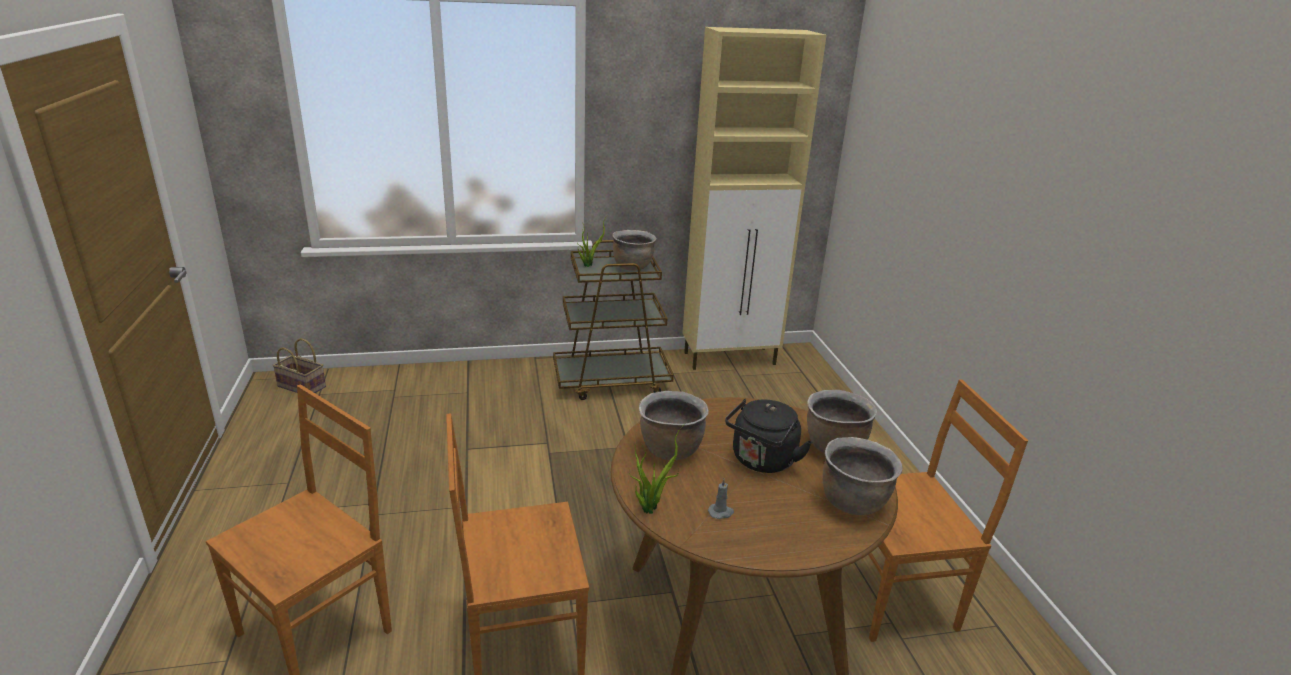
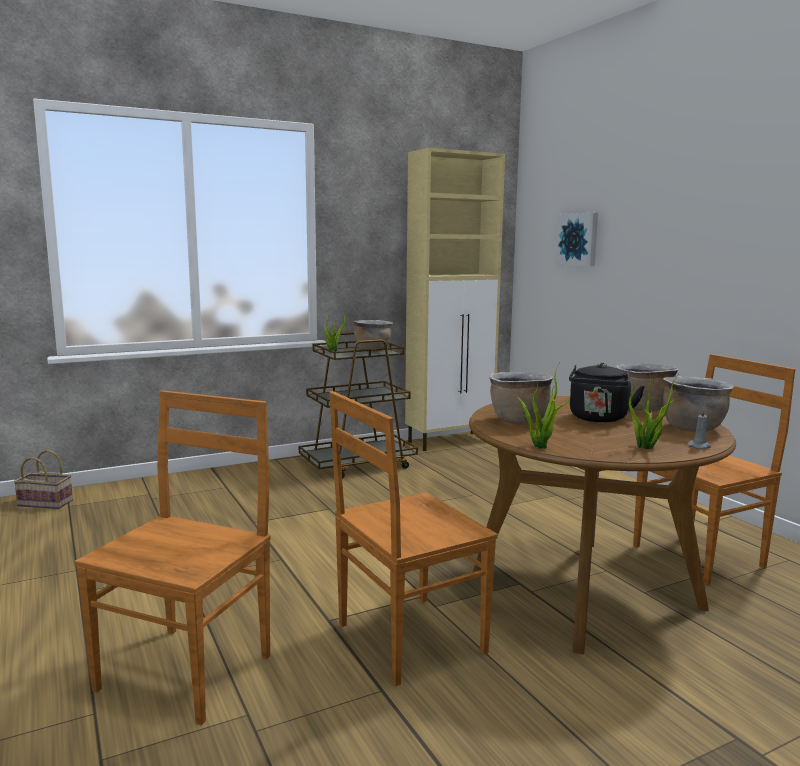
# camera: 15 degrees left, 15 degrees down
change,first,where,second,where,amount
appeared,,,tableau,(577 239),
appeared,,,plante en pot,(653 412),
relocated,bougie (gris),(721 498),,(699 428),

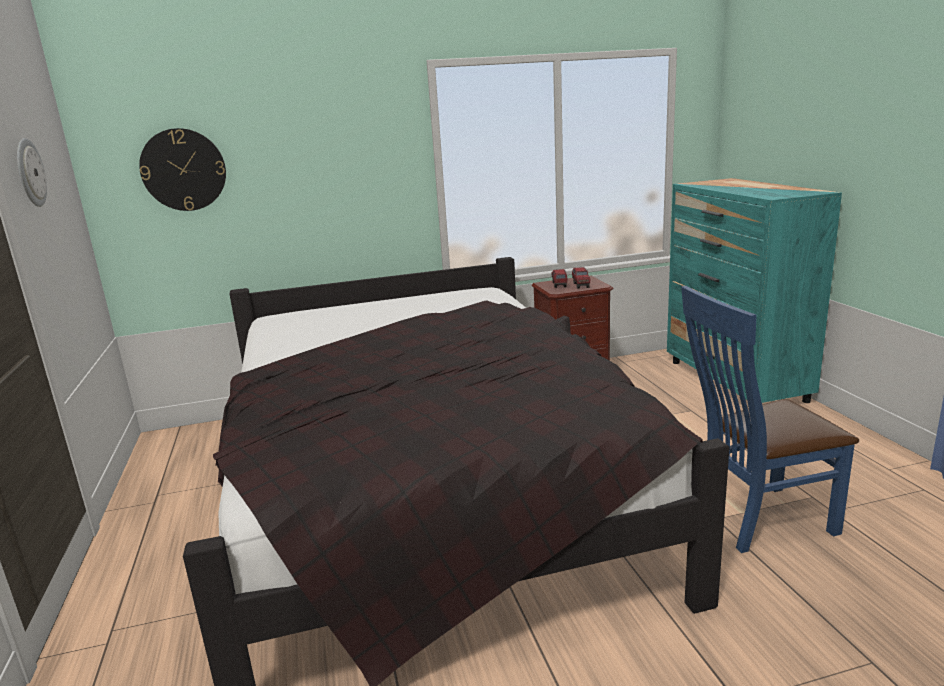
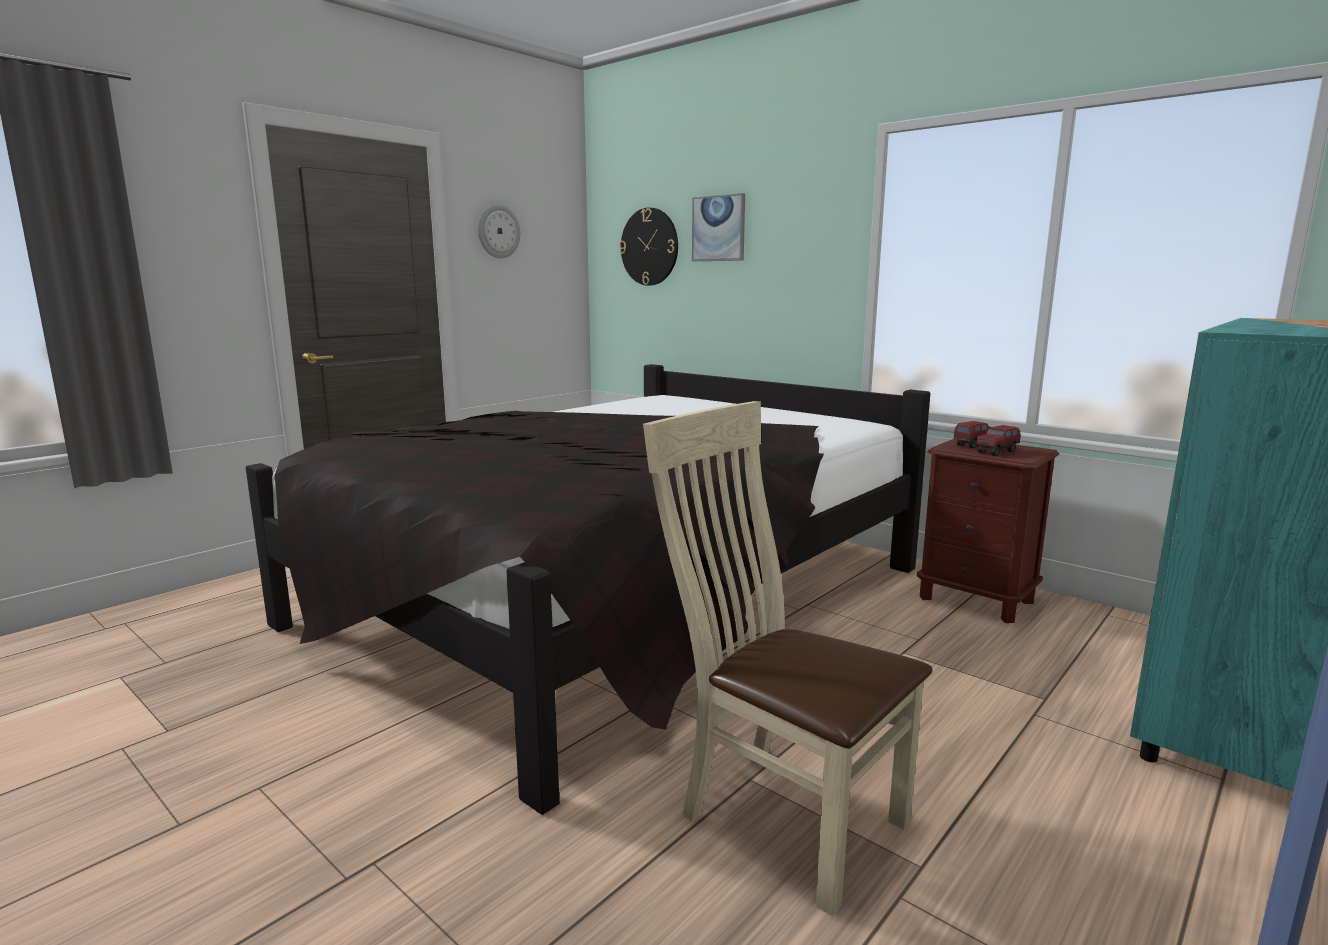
# camera: 55 degrees right, 5 degrees down
change,first,where,second,where,amount
colour,chaise (bleu),(770 419),chaise (beige),(788 659),
appeared,,,tableau,(718 227),

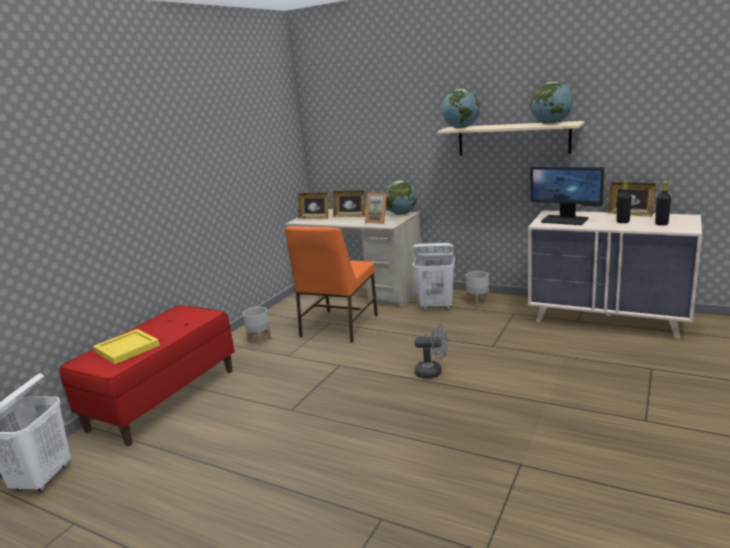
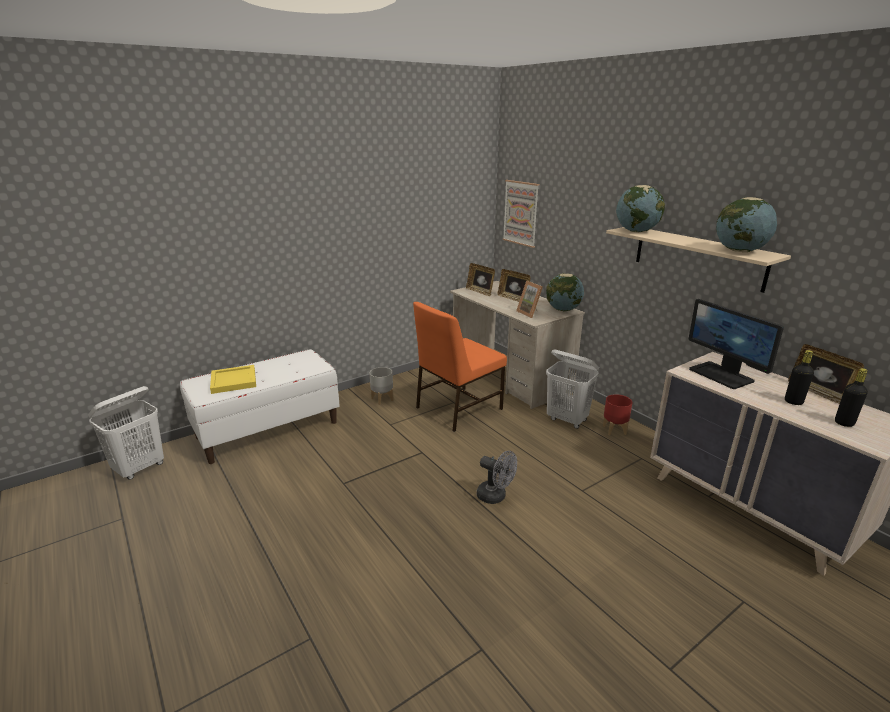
# camera: 25 degrees right, 5 degrees up
change,first,where,second,where,amount
colour,banc (rouge),(147 375),banc (blanc),(260 406),
appeared,,,tableau,(521 214),
colour,cache-pot (gris),(477 289),cache-pot (rouge),(618 414),

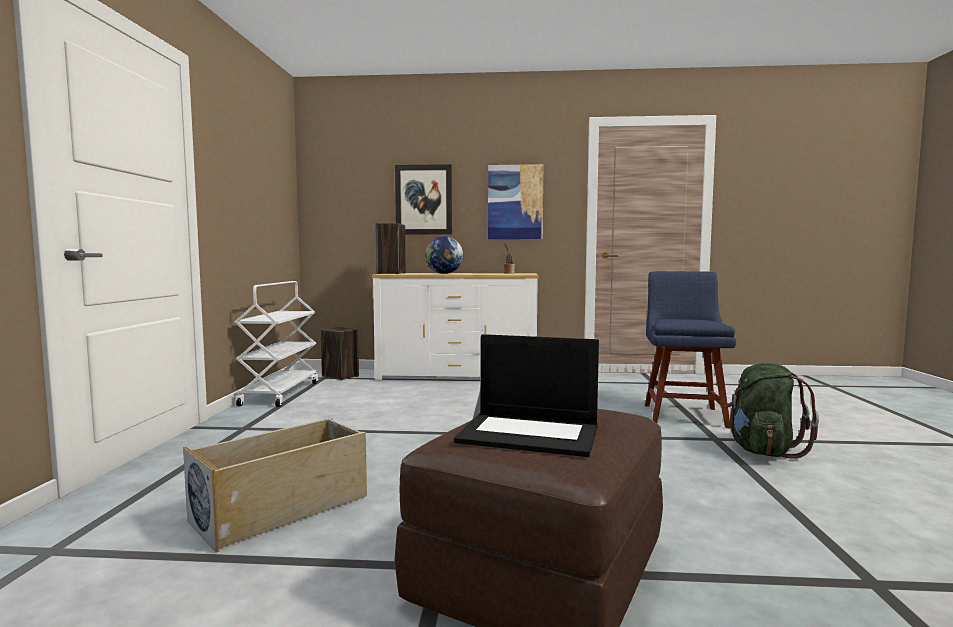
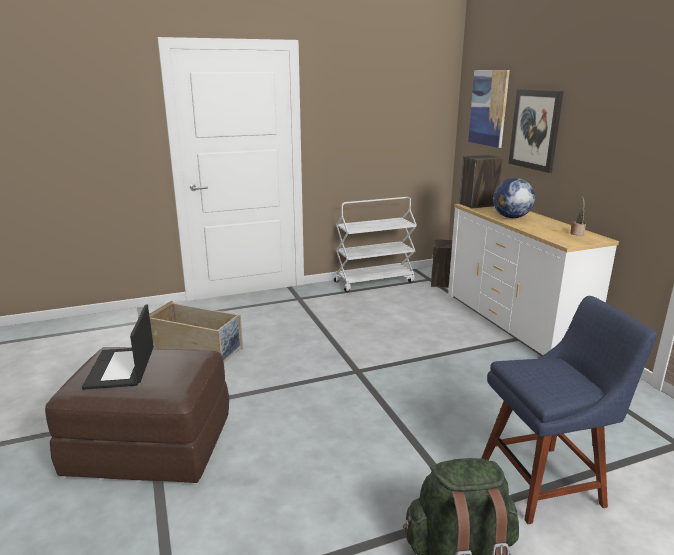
# camera: 65 degrees right, 15 degrees up
change,first,where,second,where,amount
relocated,tableau,(515 201),,(489 109),

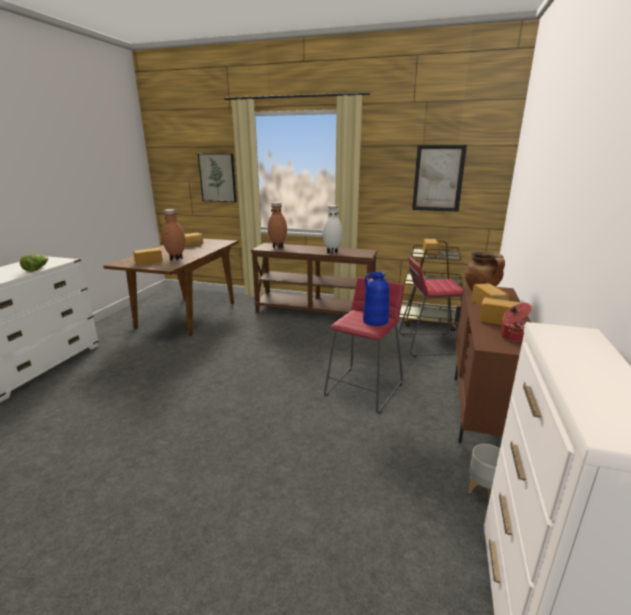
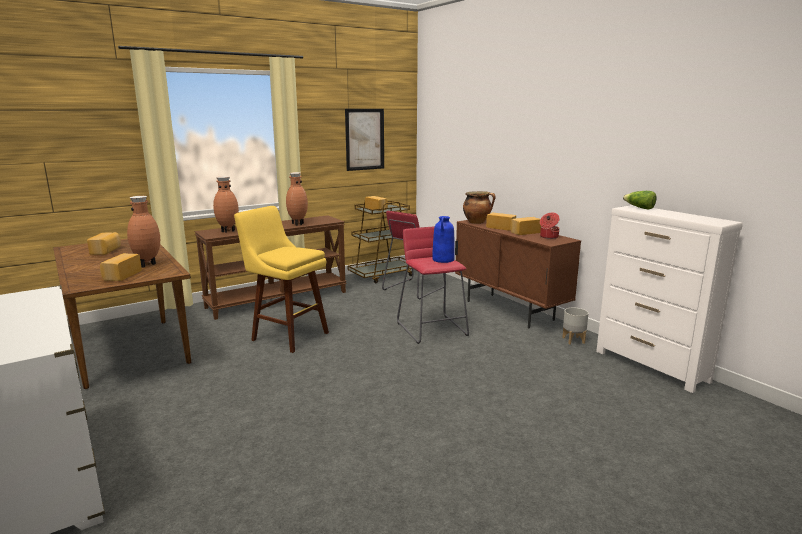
# camera: 50 degrees left, 5 degrees down
change,first,where,second,where,amount
appeared,,,tabouret (jaune),(281 279),
colour,vase (blanc),(332 229),vase (marron),(297 199),
relocated,laitue,(34 263),,(640 200),
missing,tableau,(217 178),,,

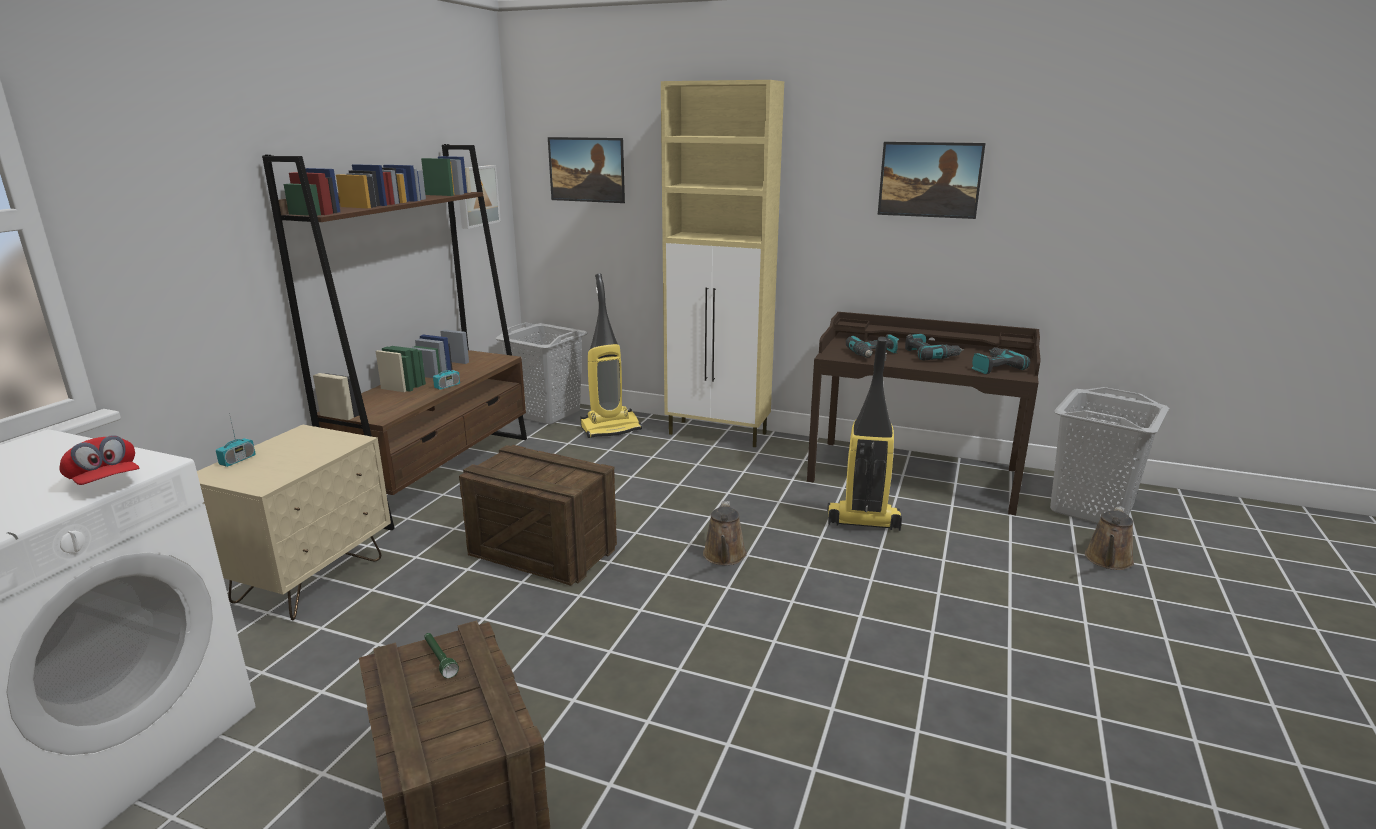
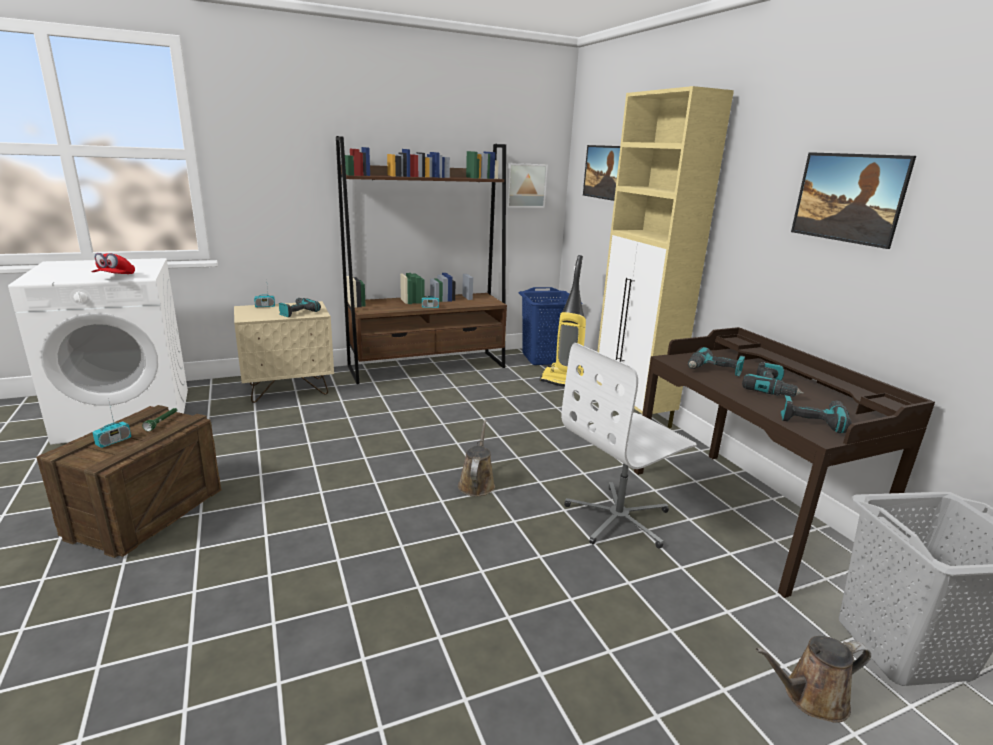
# camera: 45 degrees right, 0 degrees up
change,first,where,second,where,amount
appeared,,,radio,(112 423),
appeared,,,perceuse,(299 307),
spun,arrosoir (marron),(725 533),,(476 458),135 degrees clockwise
colour,panier à linge (gris),(541 373),panier à linge (bleu),(550 326),
exchanged,aspirateur,(864 434),chaise de bureau (blanc),(629 446),
missing,caisse,(538 515),,,

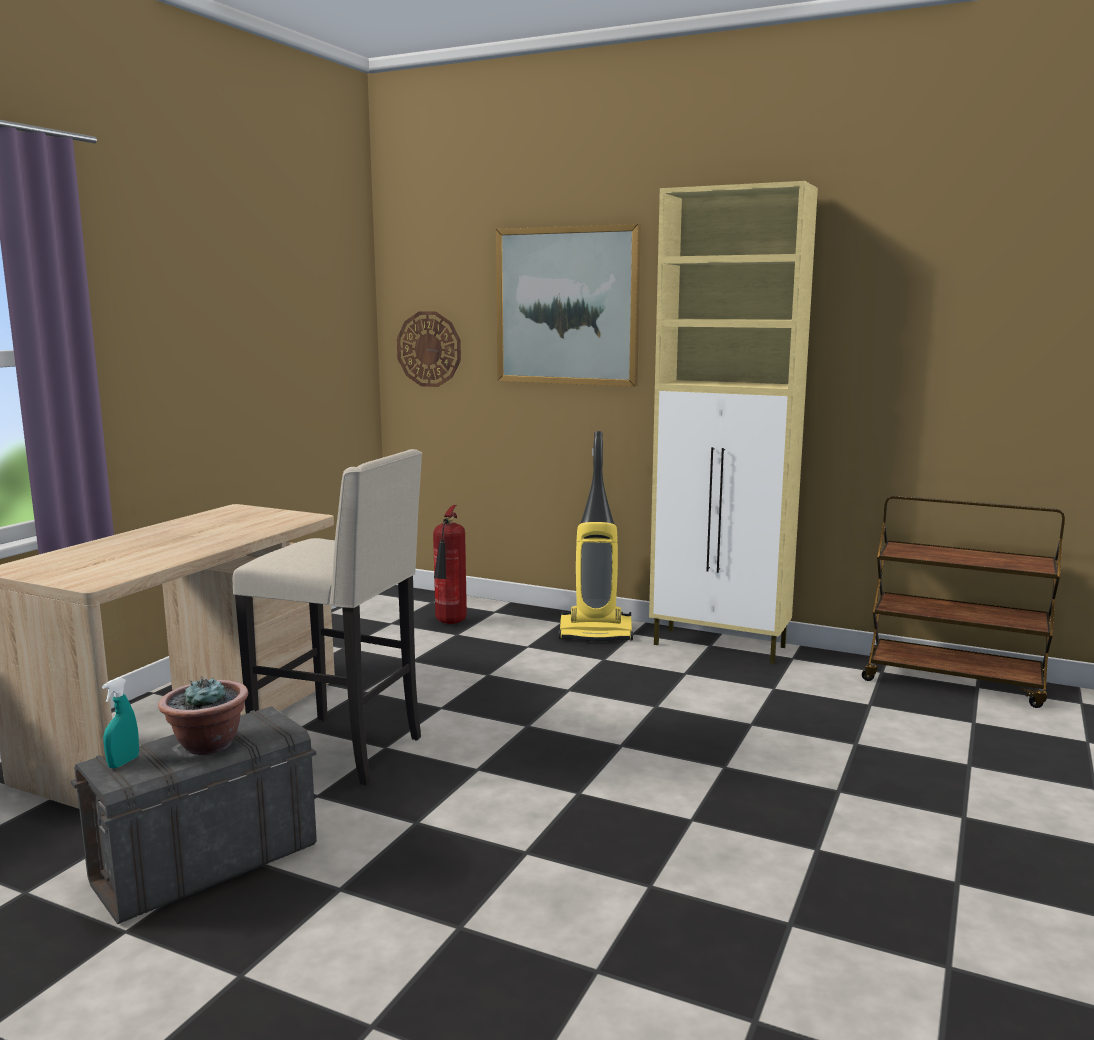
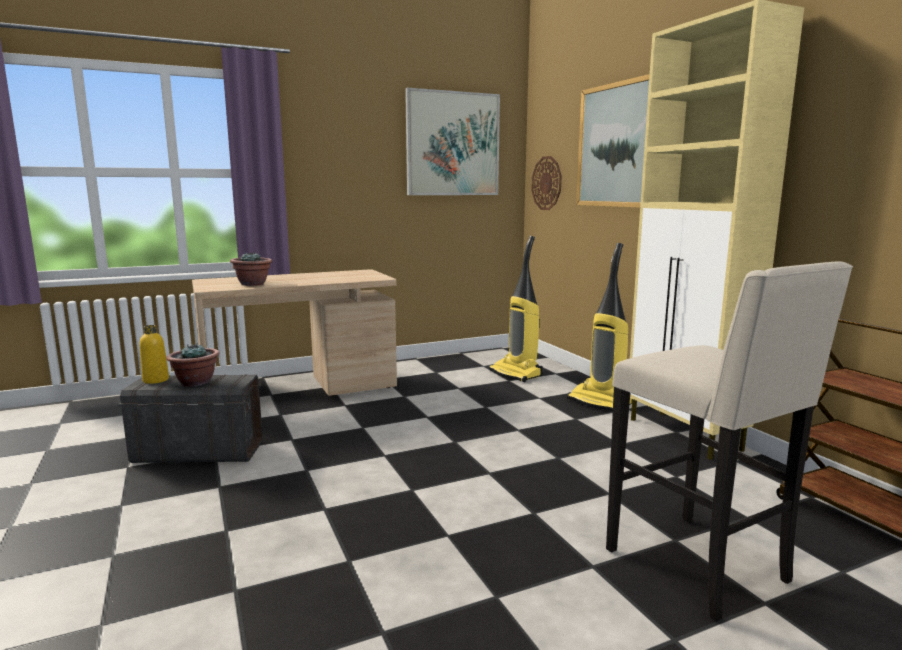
# camera: 40 degrees right, 0 degrees up
change,first,where,second,where,amount
exchanged,vaporisateur (turquoise),(120 722),bouteille (jaune),(154 354),
appeared,,,plante en pot,(251 269),
appeared,,,tableau,(452 141),
exchanged,extincteur,(450 564),aspirateur,(515 309),
relocated,tabouret (beige),(327 617),,(729 442),

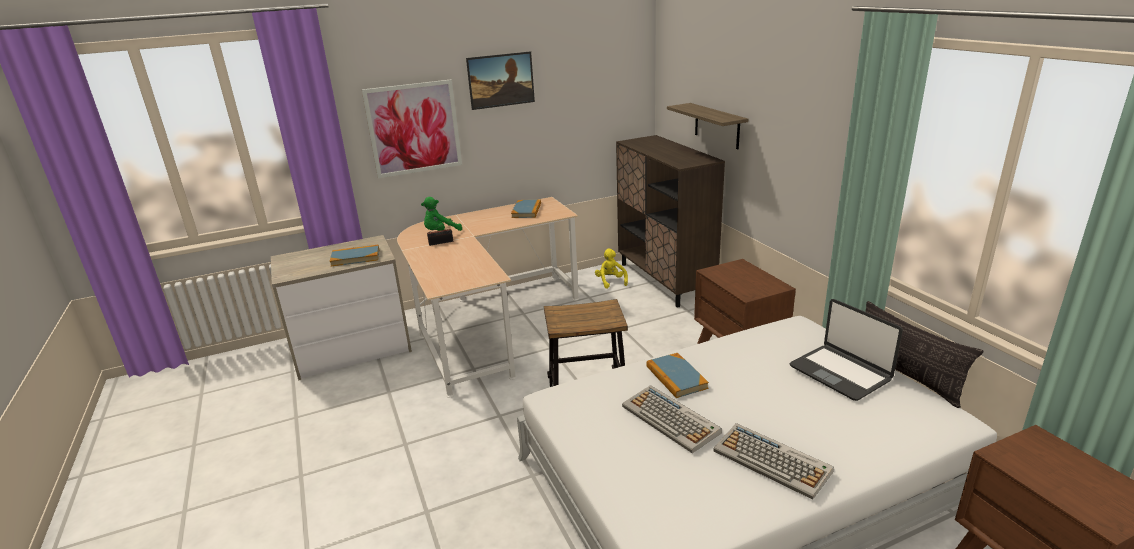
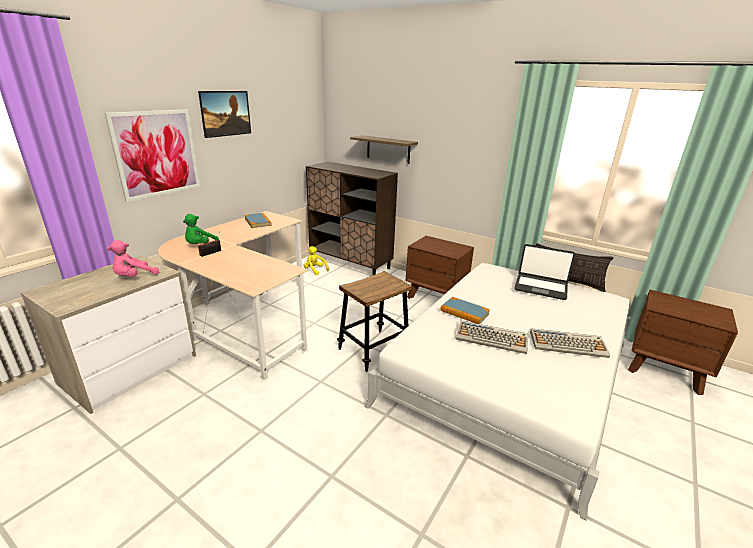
# camera: 35 degrees left, 0 degrees up
change,first,where,second,where,amount
exchanged,livre,(354 255),peluche (rose),(133 258),

